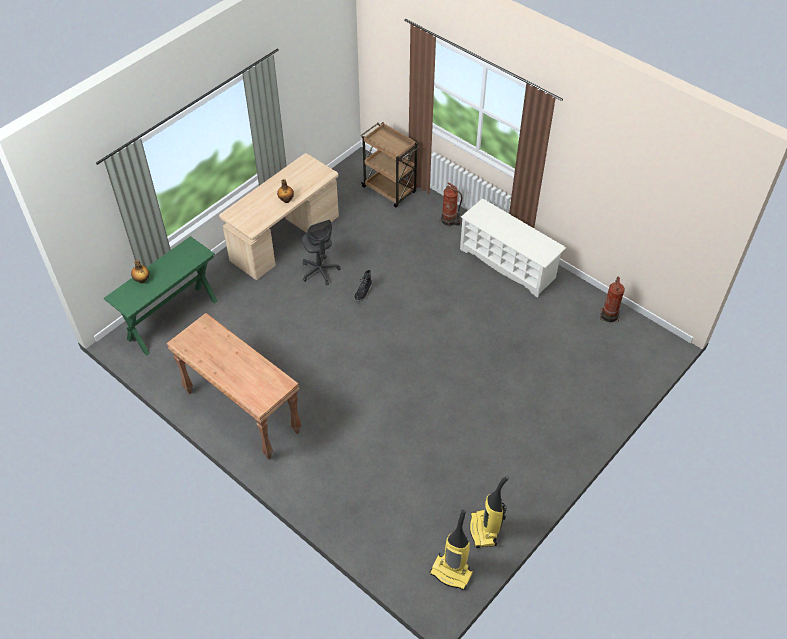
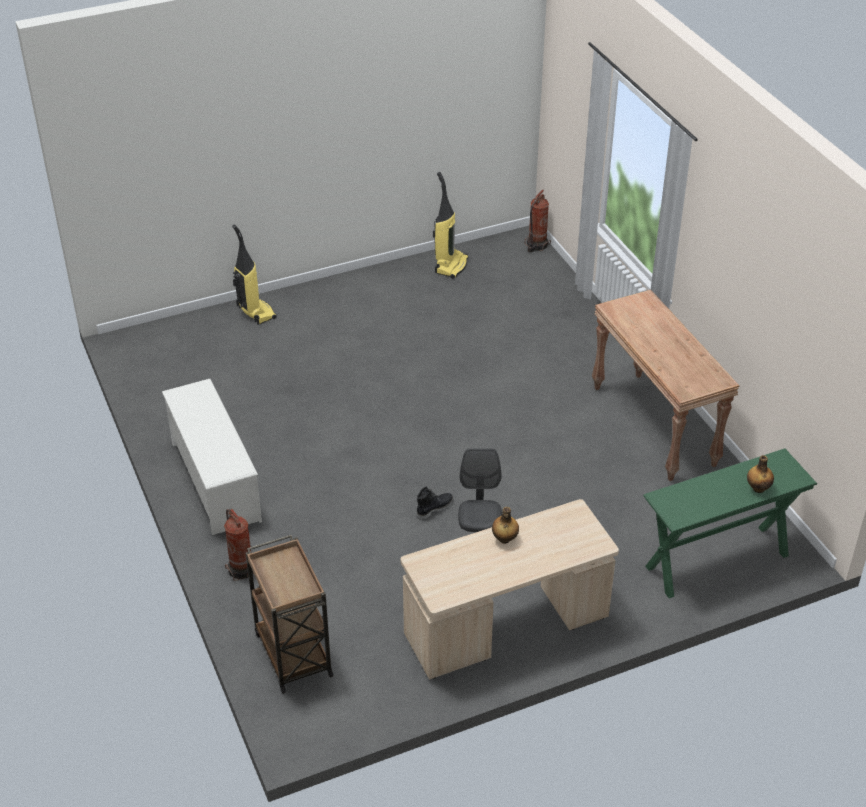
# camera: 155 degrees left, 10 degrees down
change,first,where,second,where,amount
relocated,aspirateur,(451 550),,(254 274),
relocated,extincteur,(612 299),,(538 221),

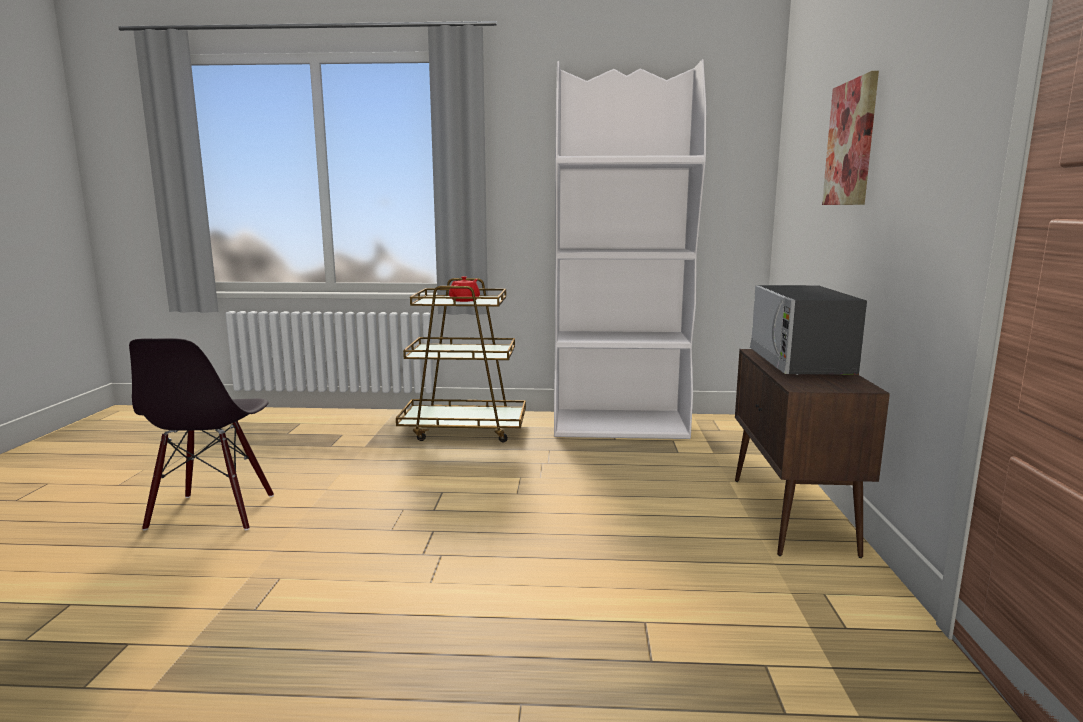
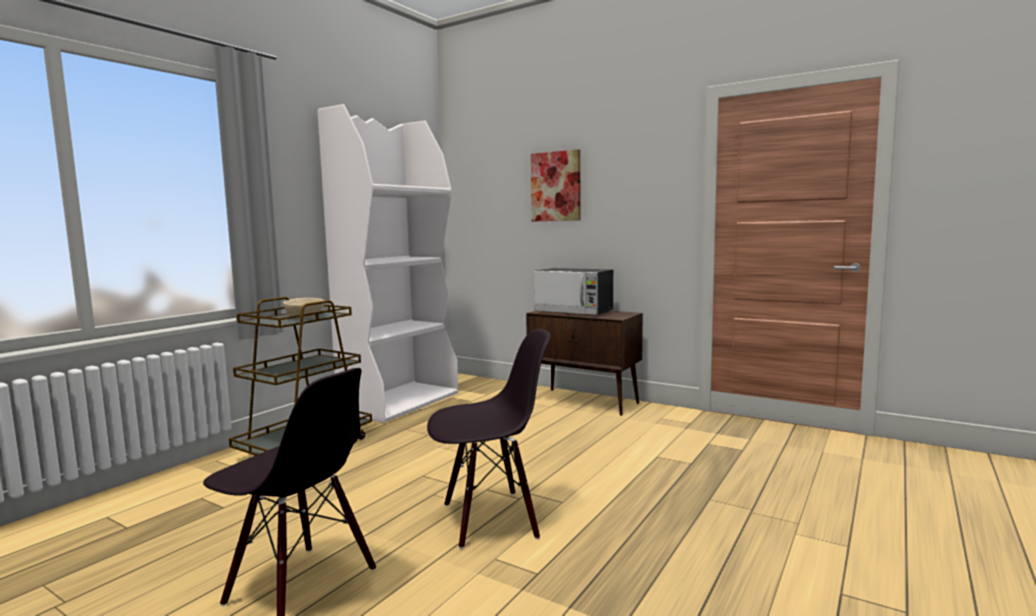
# camera: 60 degrees left, 5 degrees down
change,first,where,second,where,amount
exchanged,théière (rouge),(464 289),bol (beige),(304 308),
appeared,,,chaise (noir),(489 439),

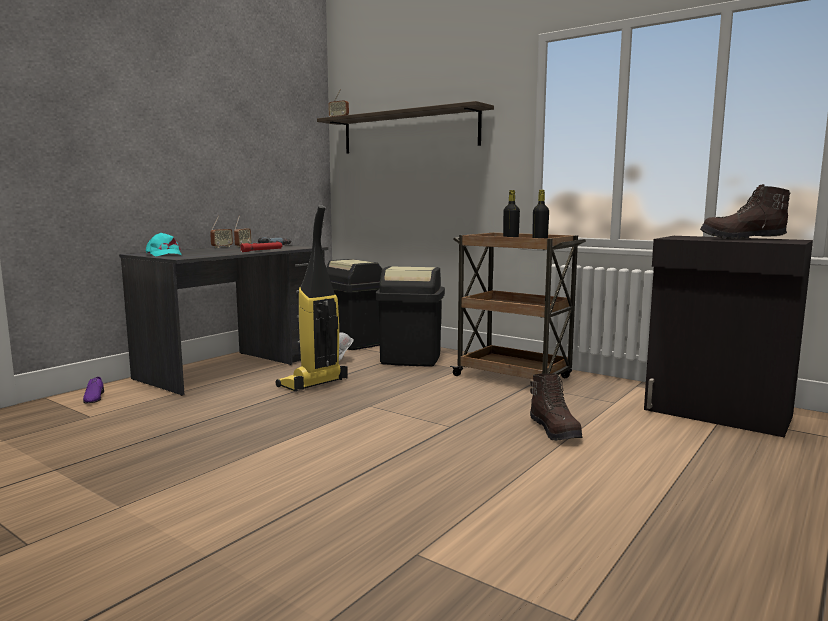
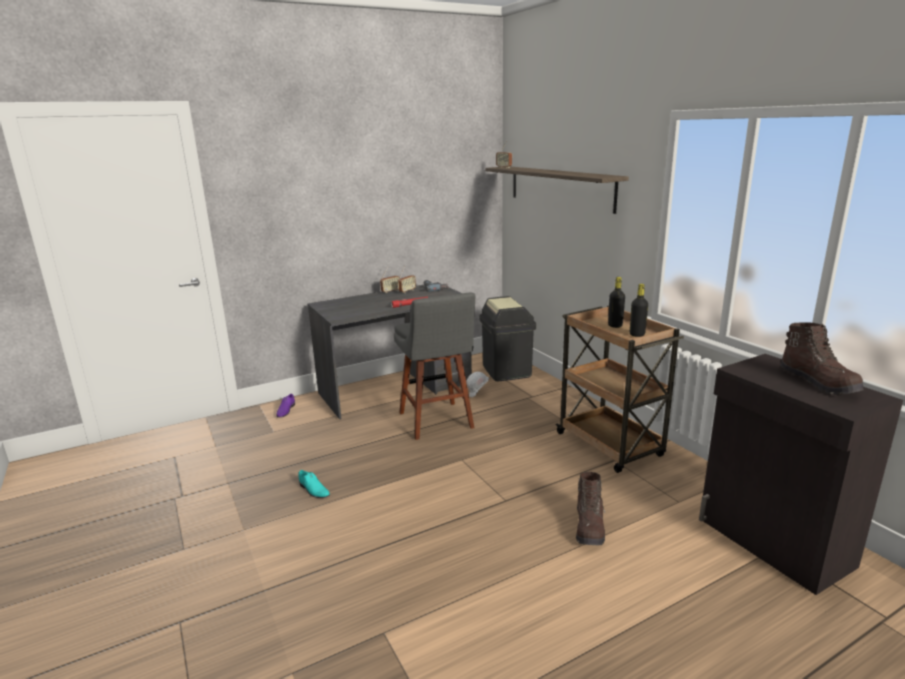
# camera: 25 degrees right, 10 degrees up
change,first,where,second,where,amount
appeared,,,chaussure (turquoise),(314 484),
exchanged,aspirateur,(312 298),tabouret (gris),(434 366),
spun,botte (marron),(745 211),,(822 358),150 degrees counterclockwise
missing,casquette (turquoise),(164 245),,,
missing,poubelle (noir),(410 316),,,

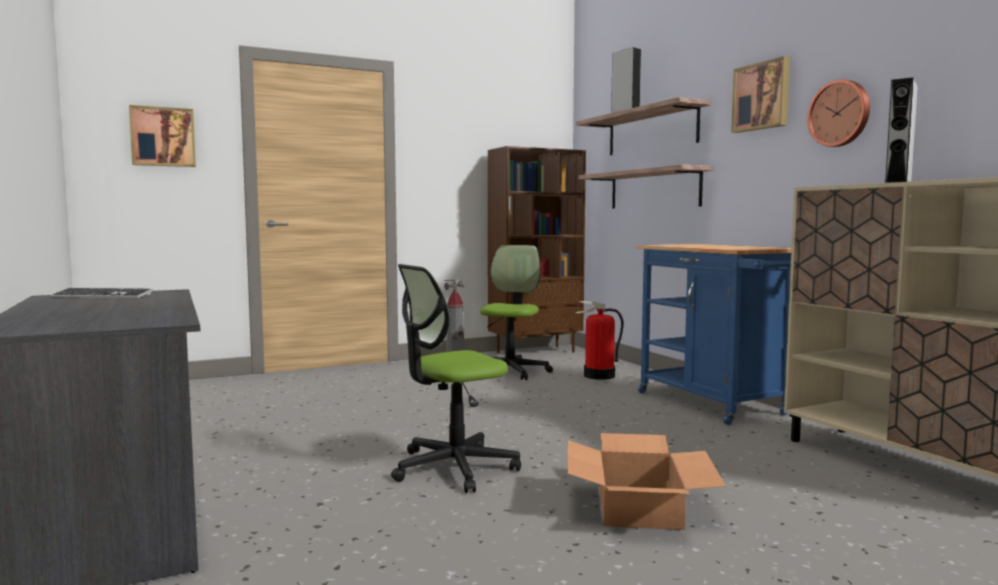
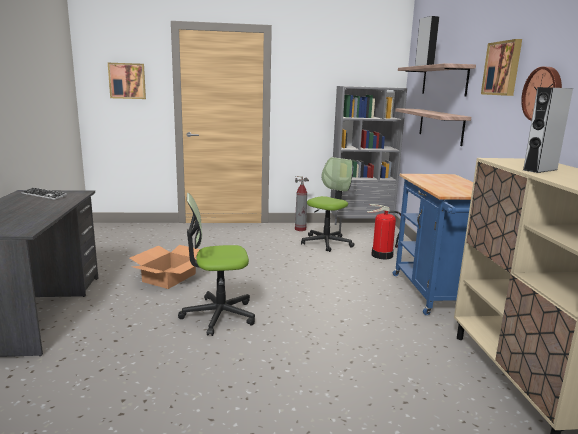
# camera: 20 degrees right, 10 degrees up
change,first,where,second,where,amount
relocated,carton,(646 481),,(165 267),
colour,bibliothèque (marron),(537 249),bibliothèque (gris),(369 158),

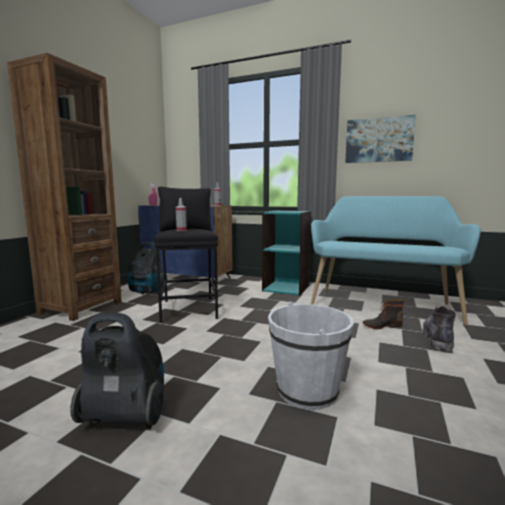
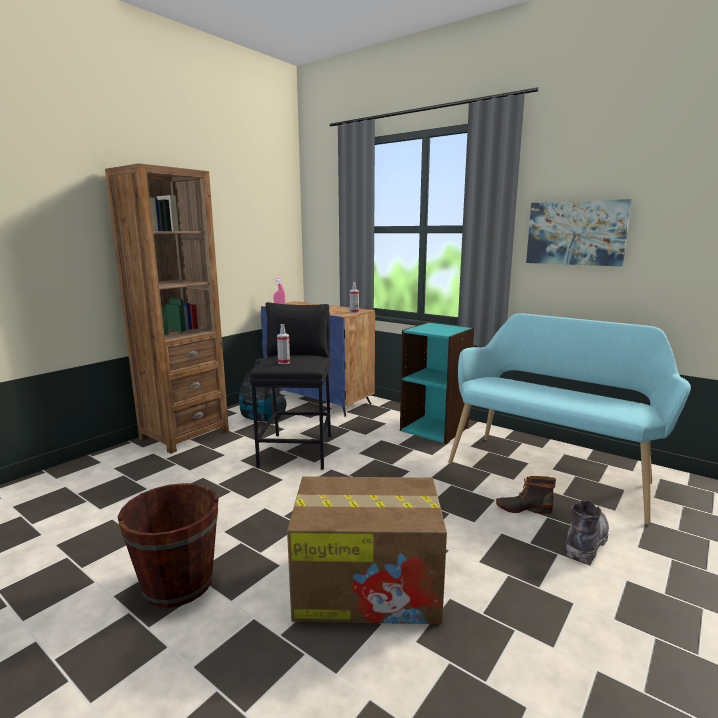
# camera: 15 degrees right, 5 degrees up
change,first,where,second,where,amount
exchanged,aspirateur,(117 371),seau (marron),(168 545),
exchanged,seau (blanc),(311 356),carton,(367 550),

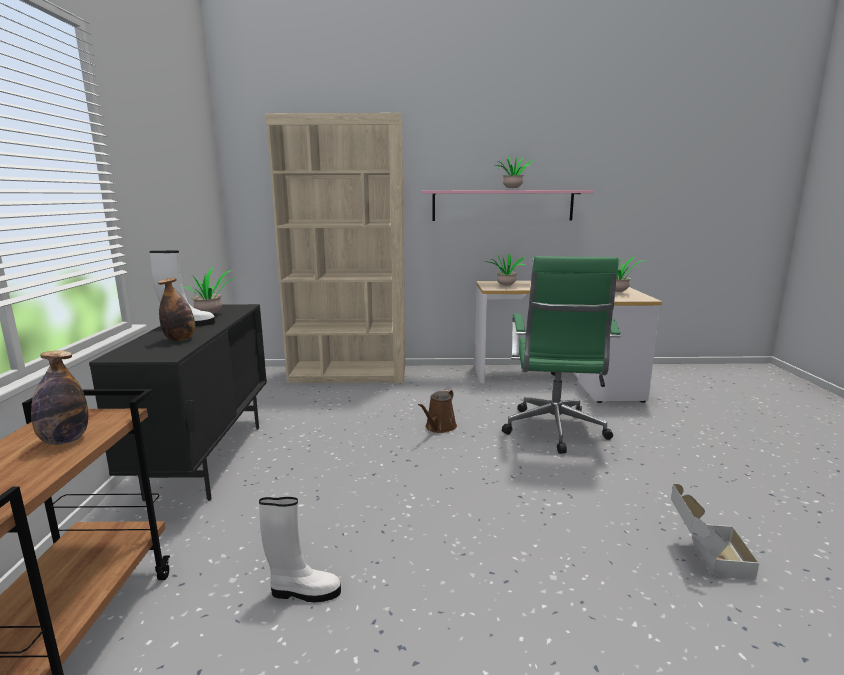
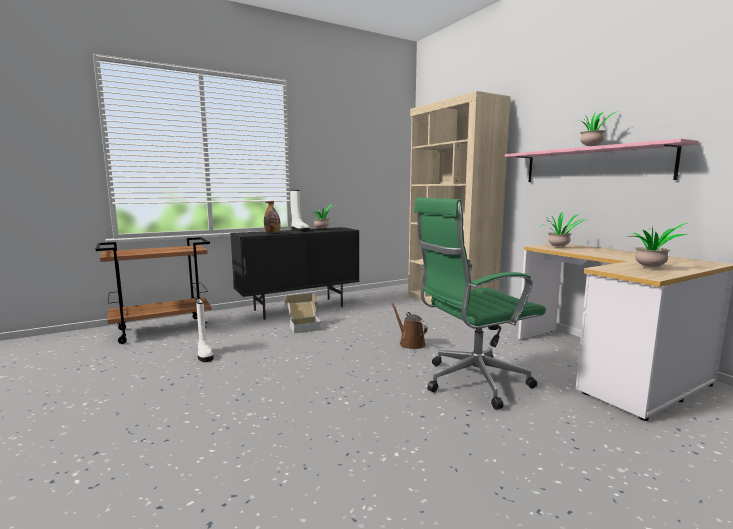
# camera: 60 degrees right, 5 degrees down
change,first,where,second,where,amount
relocated,carton,(715 532),,(302 313),
spun,arrosoir (marron),(437 411),,(409 326),60 degrees clockwise
missing,bouteille,(59 398),,,

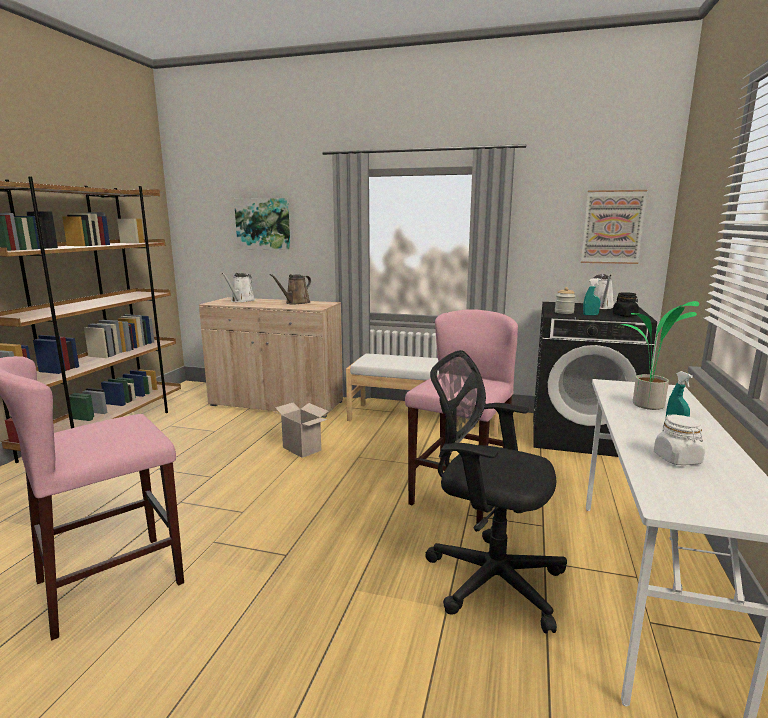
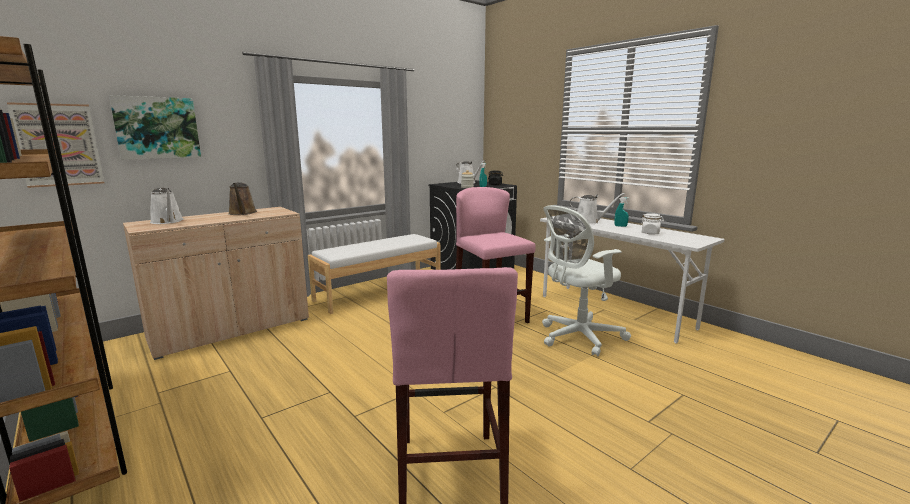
# camera: 55 degrees left, 0 degrees up
change,first,where,second,where,amount
relocated,tableau,(614 227),,(55 145),
colour,chaise de bureau (noir),(496 491),chaise de bureau (blanc),(586 280),
exchanged,plante en pot,(660 355),arrosoir (blanc),(597 208),
missing,carton,(301 430),,,

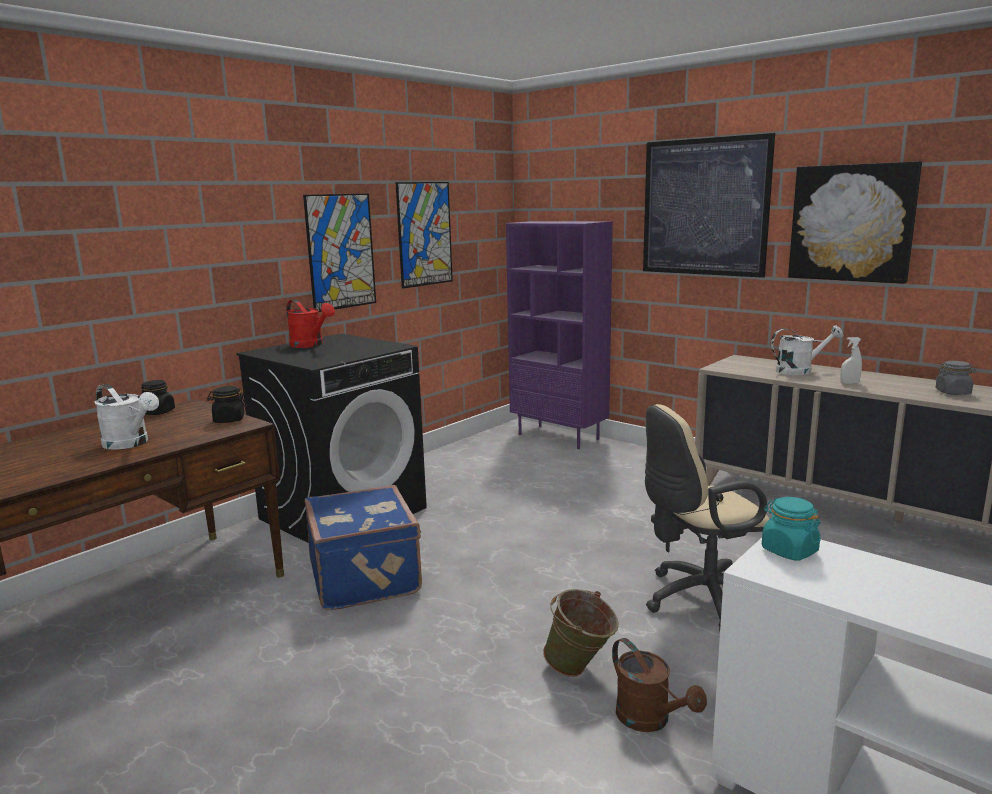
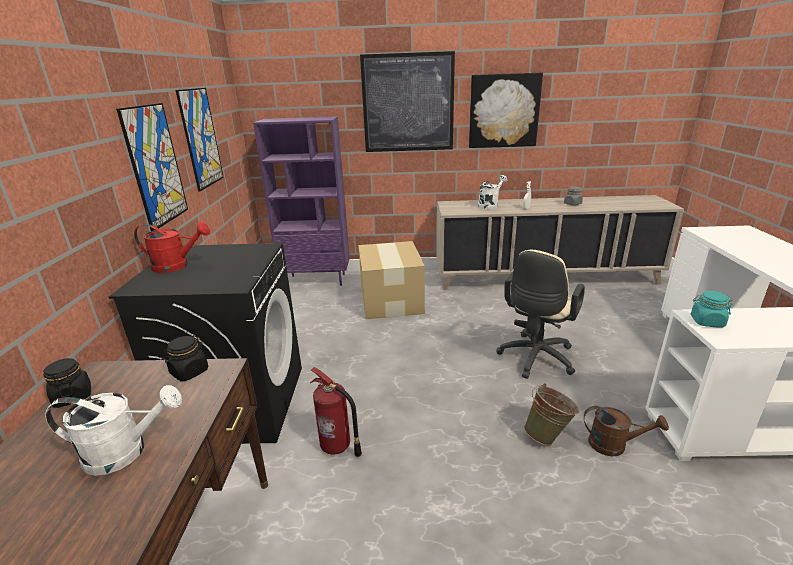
# camera: 40 degrees left, 10 degrees up
change,first,where,second,where,amount
exchanged,valise (bleu),(363 547),extincteur,(336 412),
appeared,,,carton,(391 280),

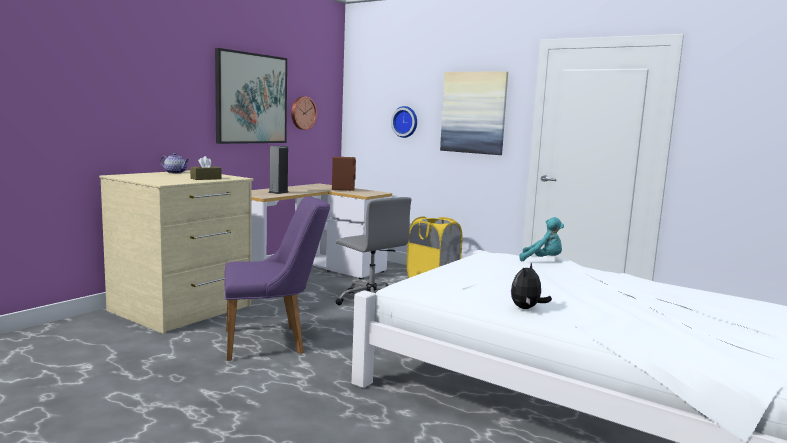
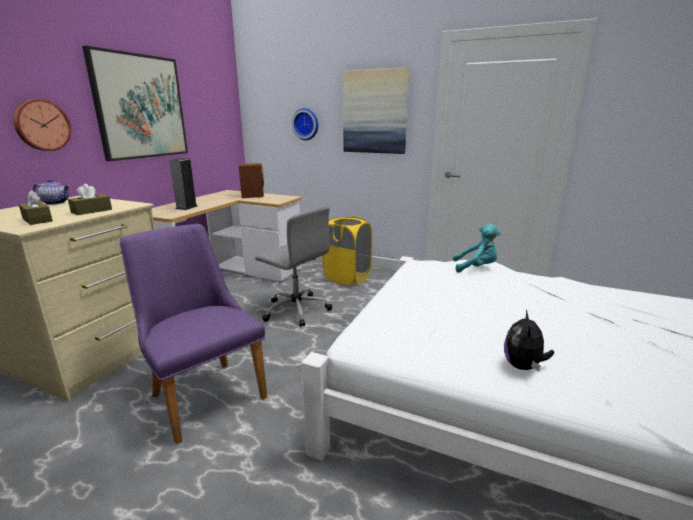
# camera: 10 degrees left, 10 degrees up
change,first,where,second,where,amount
relocated,horloge murale,(304 113),,(42 125),
appeared,,,boîte à mouchoirs (marron),(36 207),
spun,chaise (violet),(277 278),,(193 334),105 degrees counterclockwise

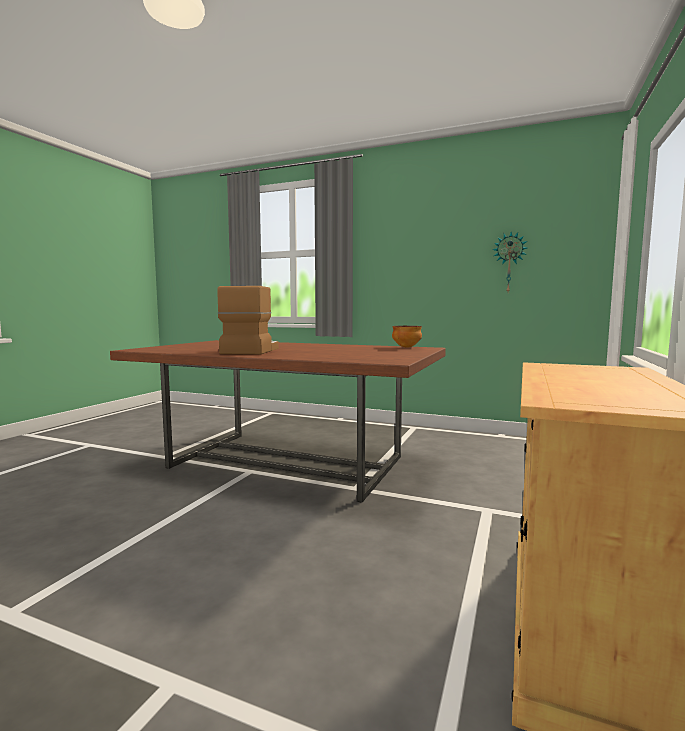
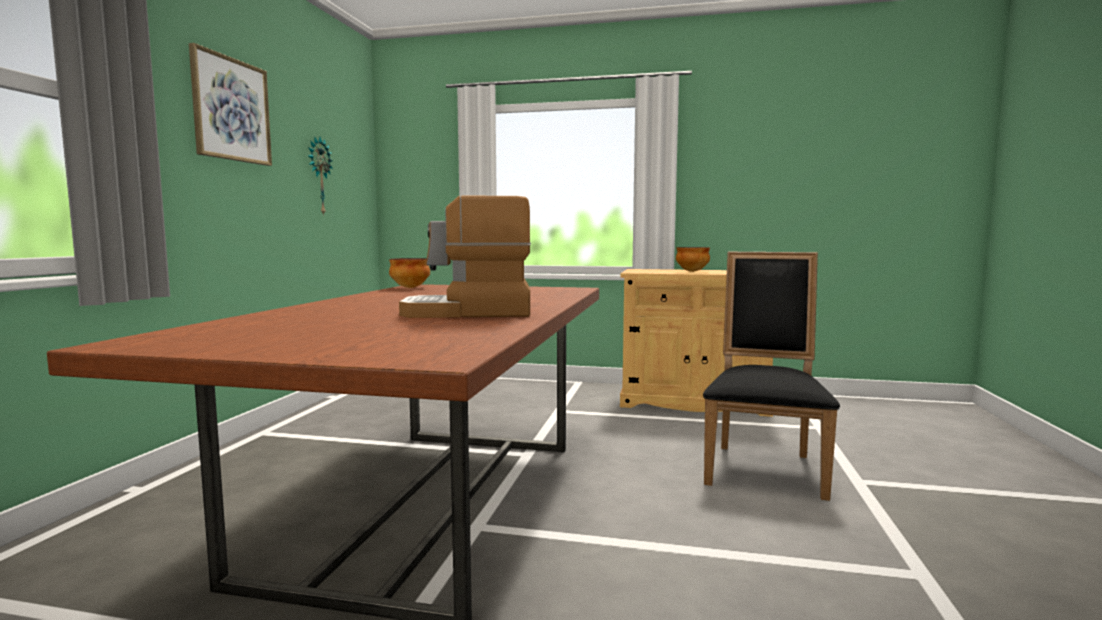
# camera: 100 degrees left, 0 degrees up
change,first,where,second,where,amount
appeared,,,tableau,(230 104),
appeared,,,bol,(693 259),
appeared,,,chaise (noir),(771 376),

